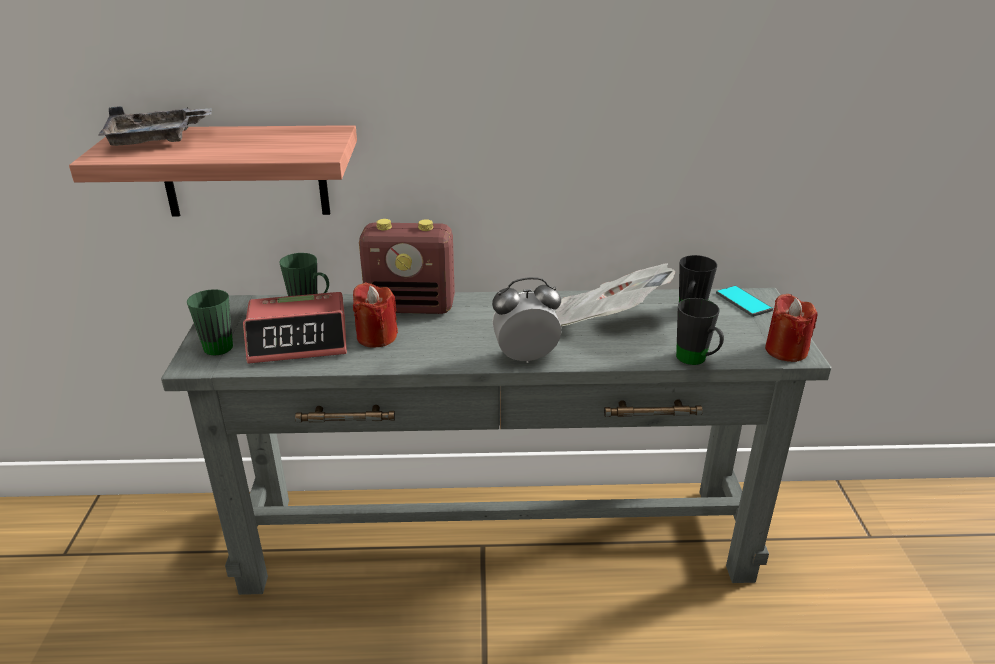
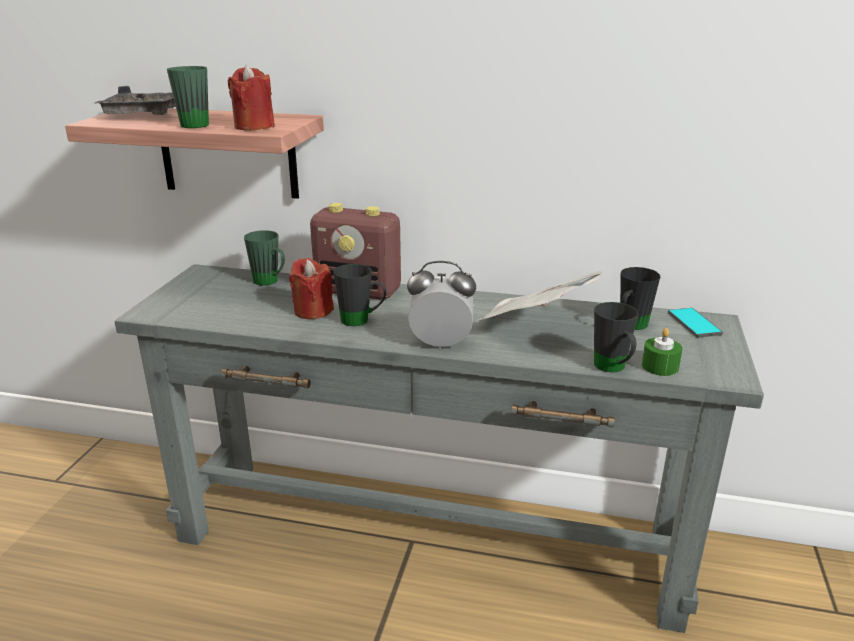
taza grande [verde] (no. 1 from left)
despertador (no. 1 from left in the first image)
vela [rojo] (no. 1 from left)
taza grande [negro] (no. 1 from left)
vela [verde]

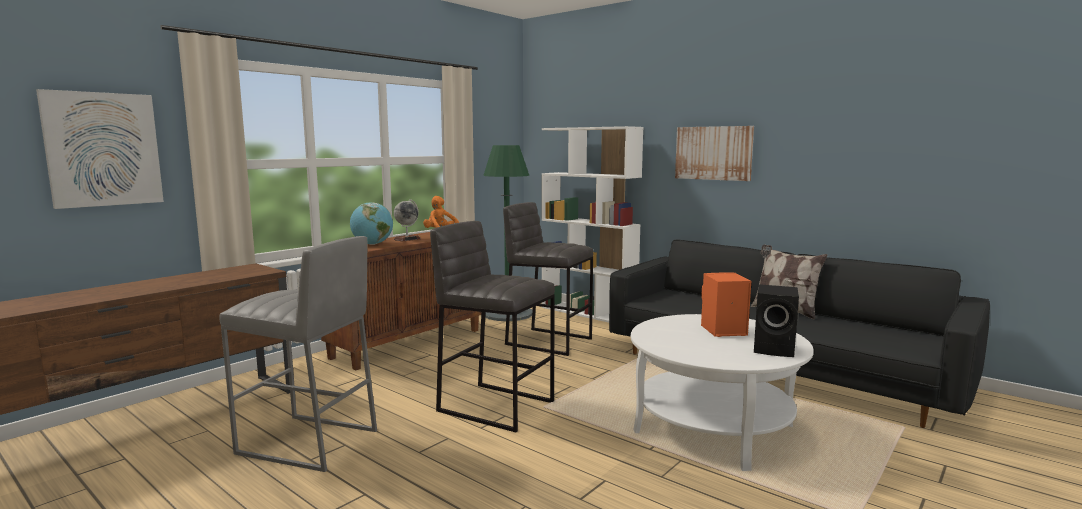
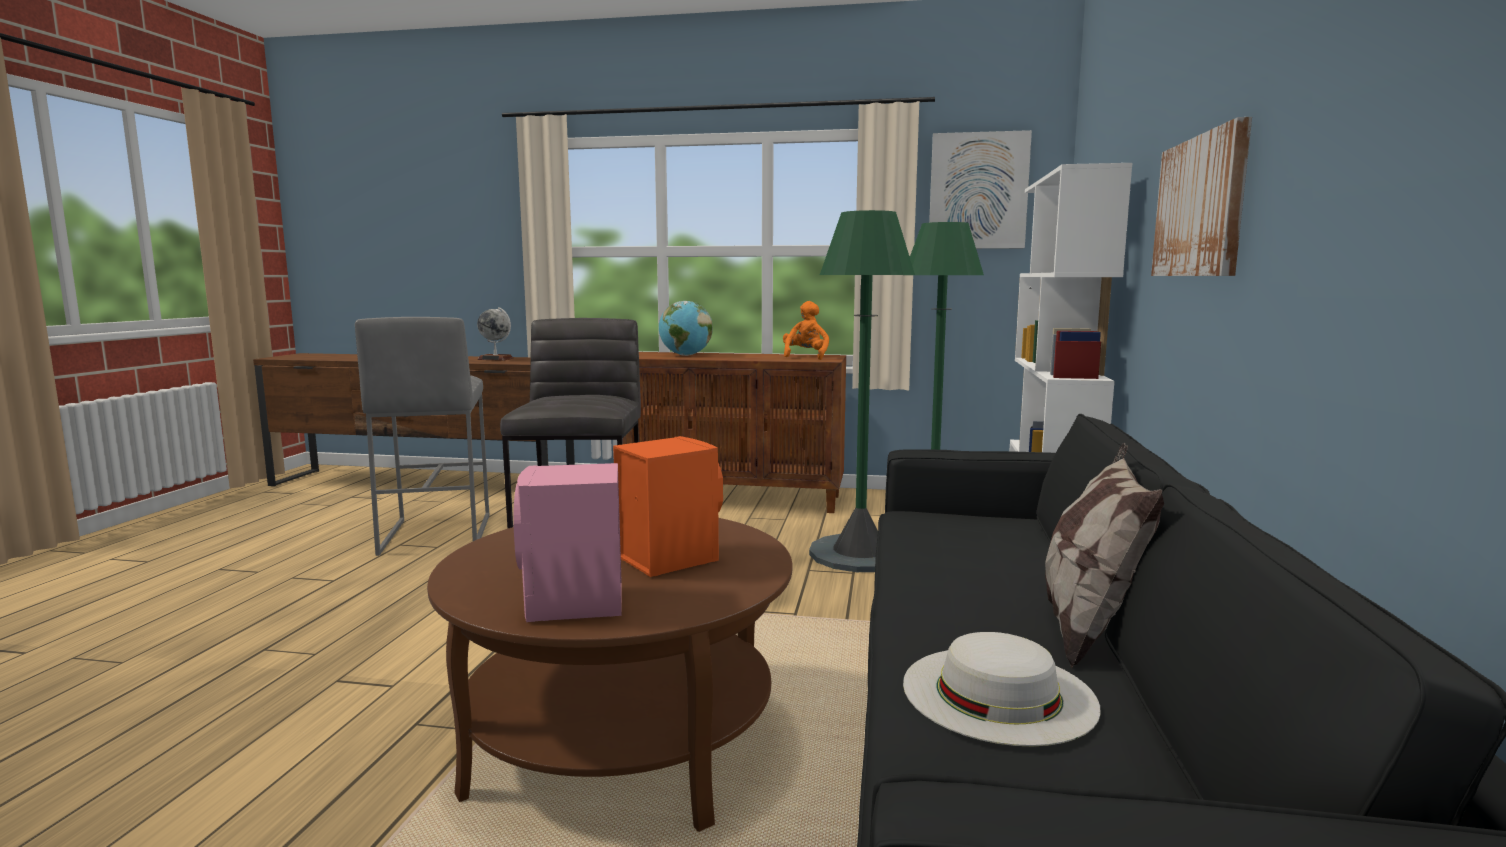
cuadro (no. 1 from left)
globo terráqueo (no. 1 from left)
lámpara de pie [verde] (no. 1 from left)
mesa de centro [marrón]
altavoz [rosa]
sombrero [blanco]

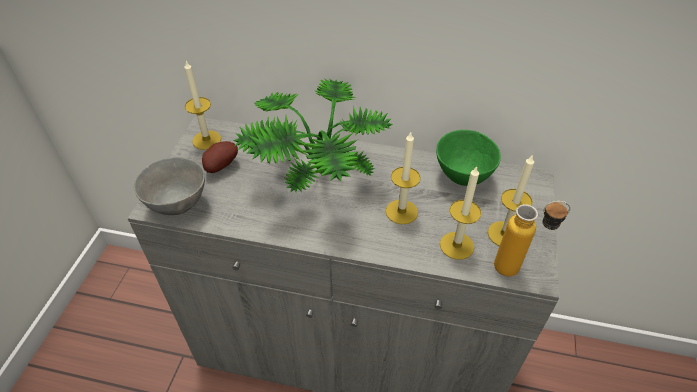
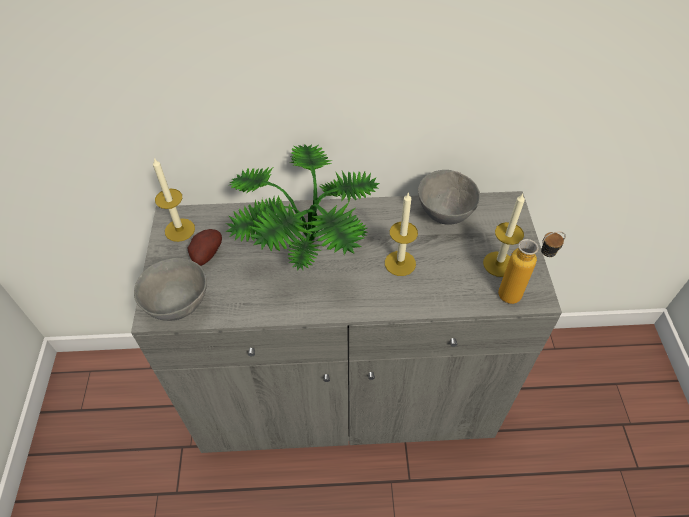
cuenco [gris] (no. 2 from left)
vela (no. 3 from left in the first image)

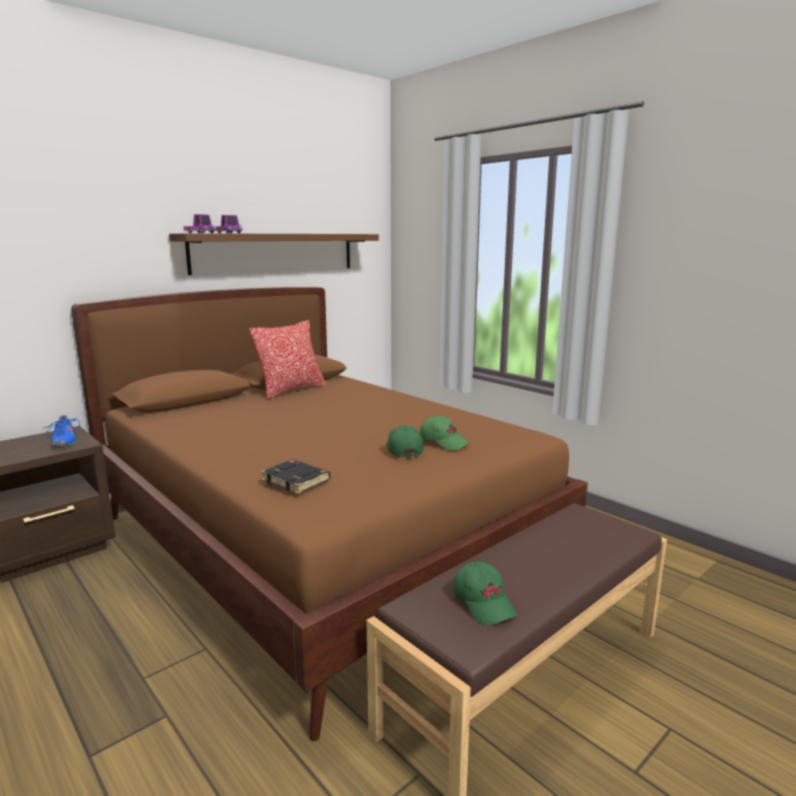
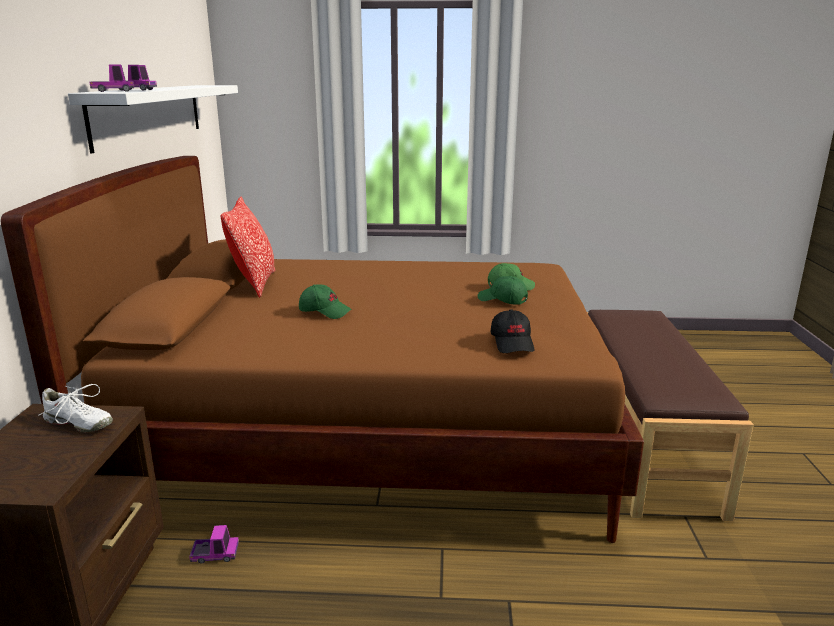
zapato [blanco]
estante [blanco]
gorra [negro]
gorra [verde] (no. 1 from left)
camión de juguete (no. 3 from left)

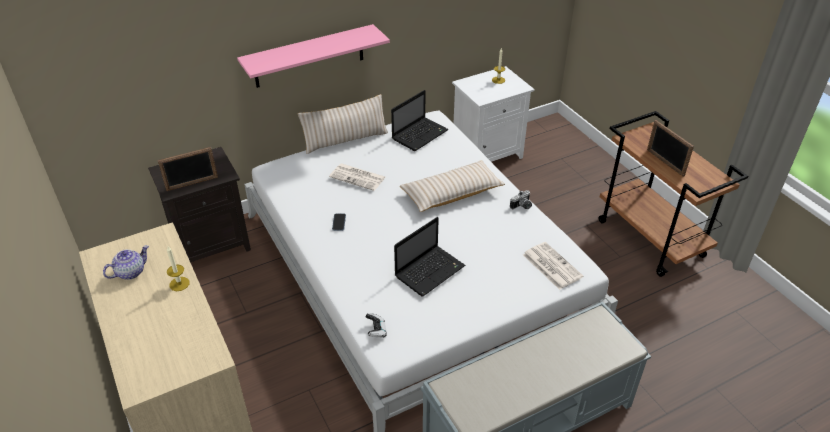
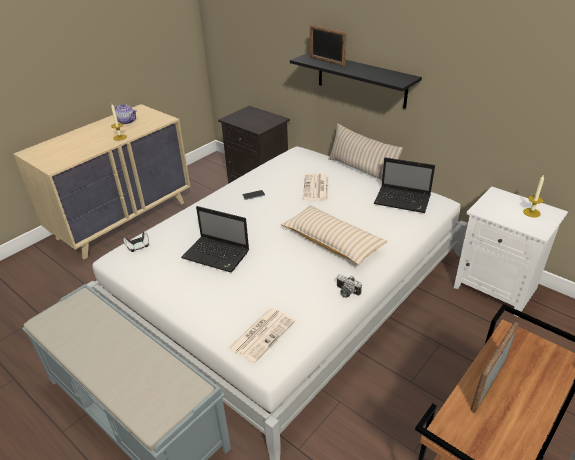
portarretratos (no. 1 from left)
estante [negro]

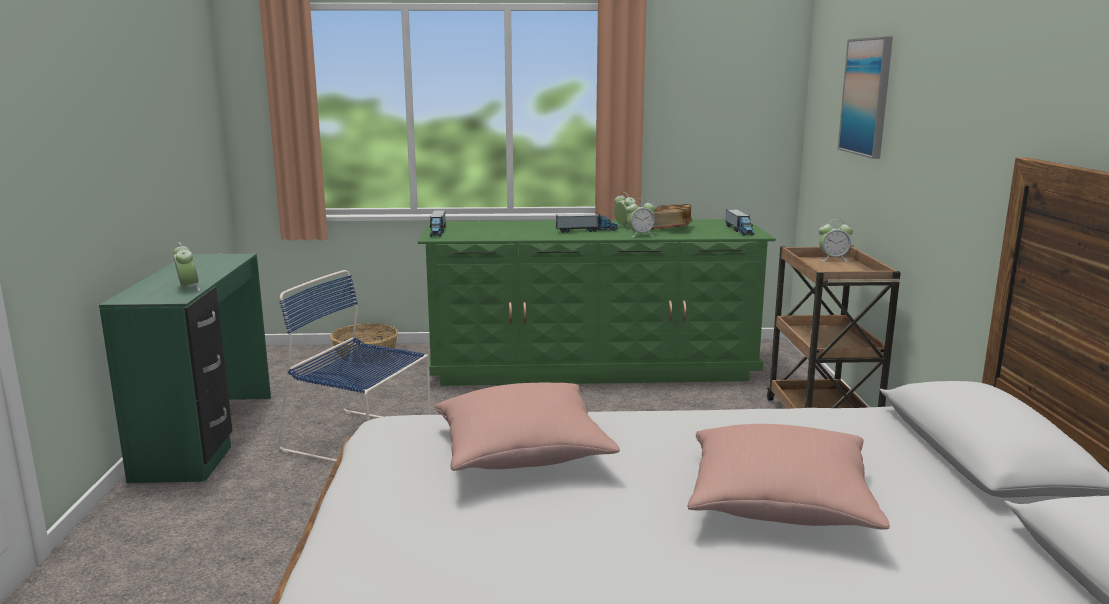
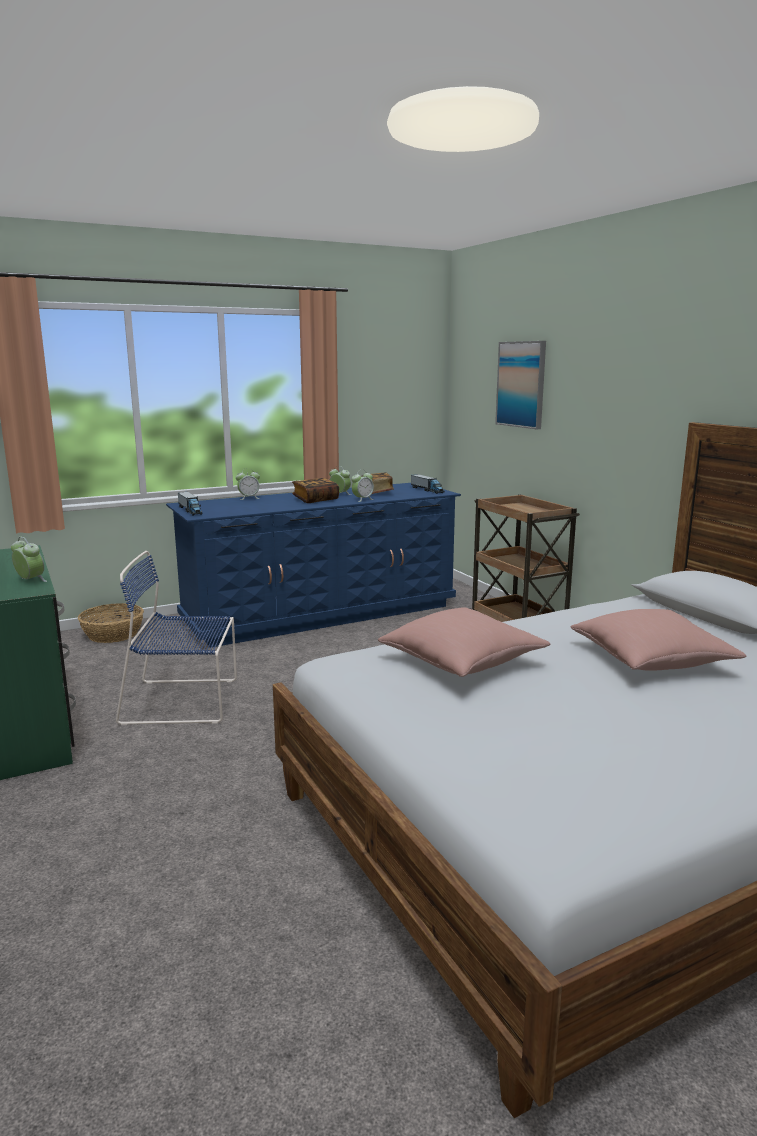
cómoda [azul]
libro (no. 1 from left)
despertador (no. 2 from left)

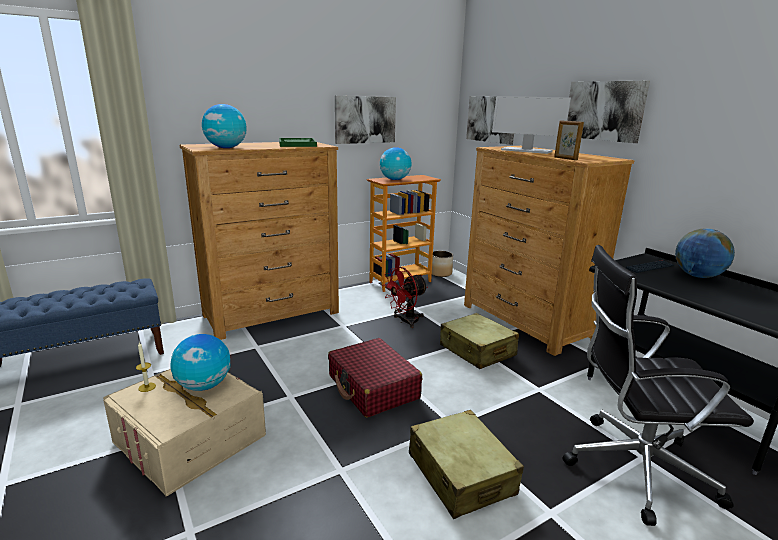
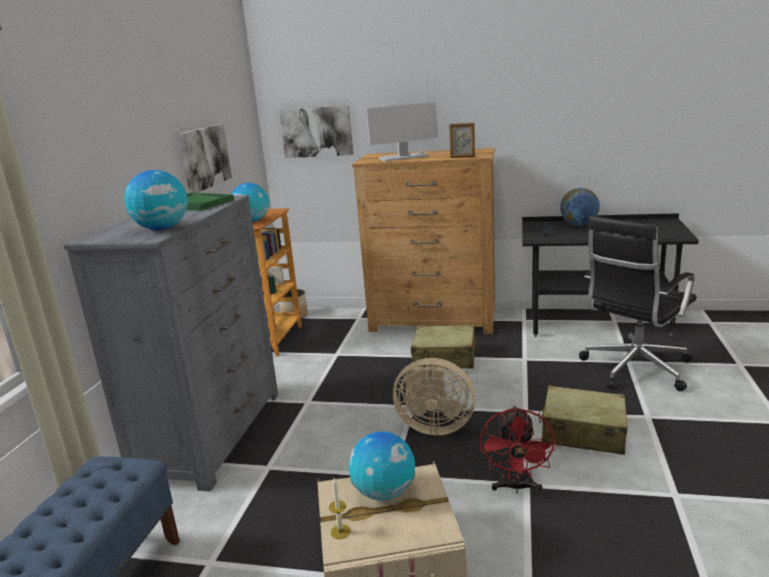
cómoda [gris]
ventilador [beis]
ventilador [rojo]
cuadro (no. 3 from left in the first image)

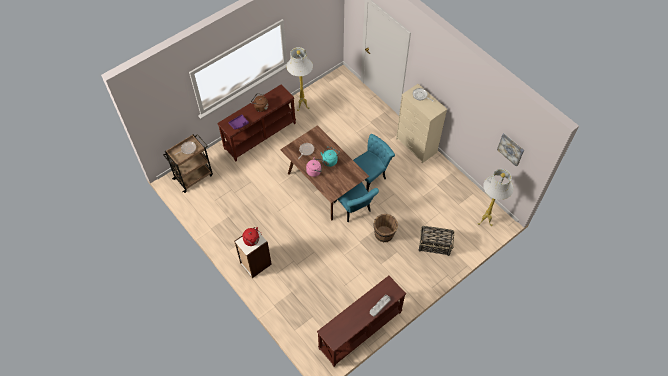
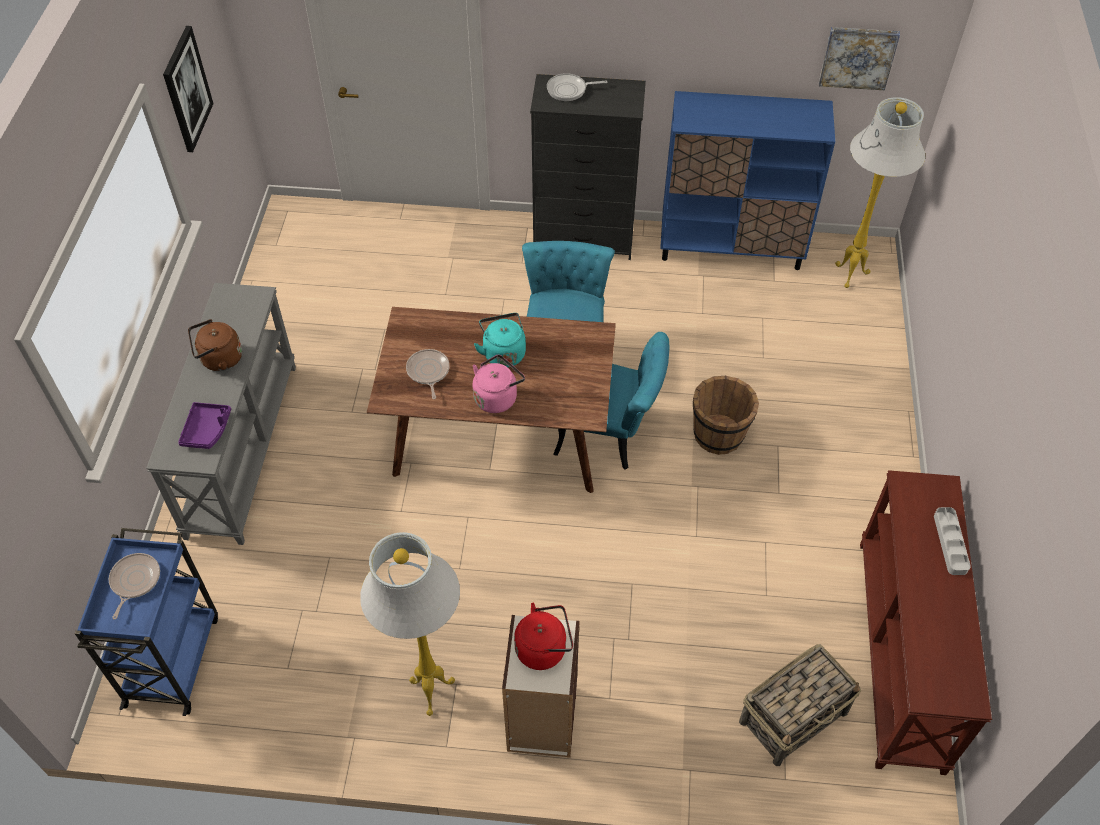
carrito [azul]
mesa consola [gris]
lámpara de pie [blanco] (no. 1 from left)
cómoda [negro]
cesta
cuadro (no. 1 from left)
armario [azul]

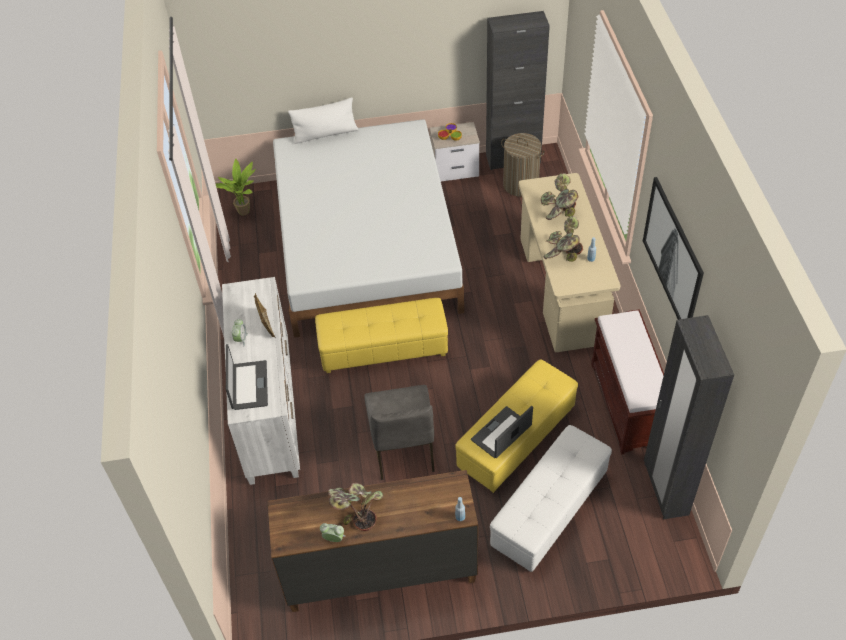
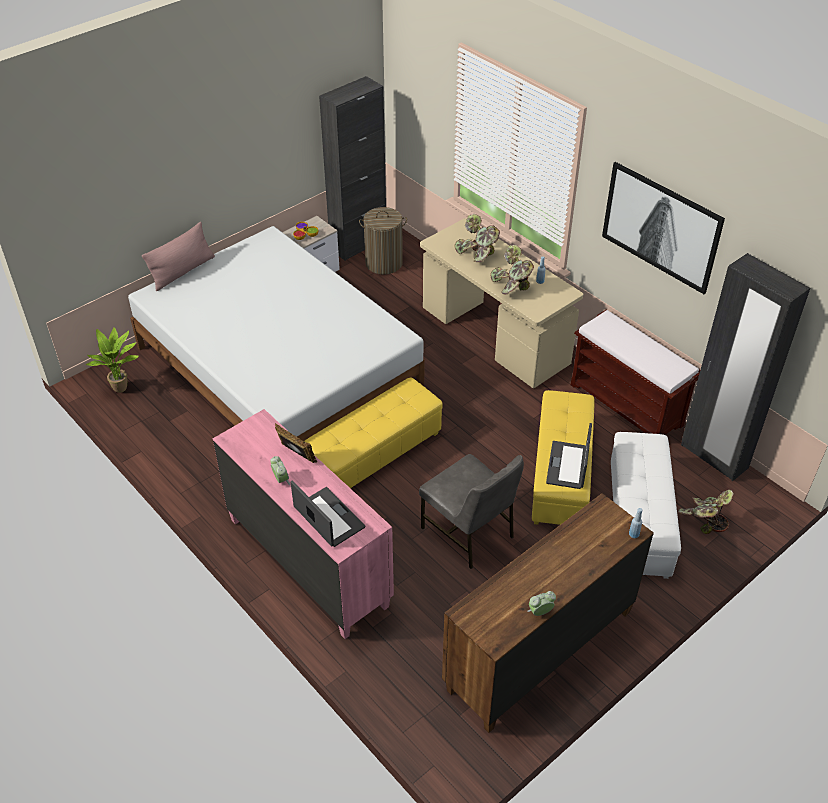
cómoda [rosa]
cojín [rosa]
planta en maceta (no. 4 from left)

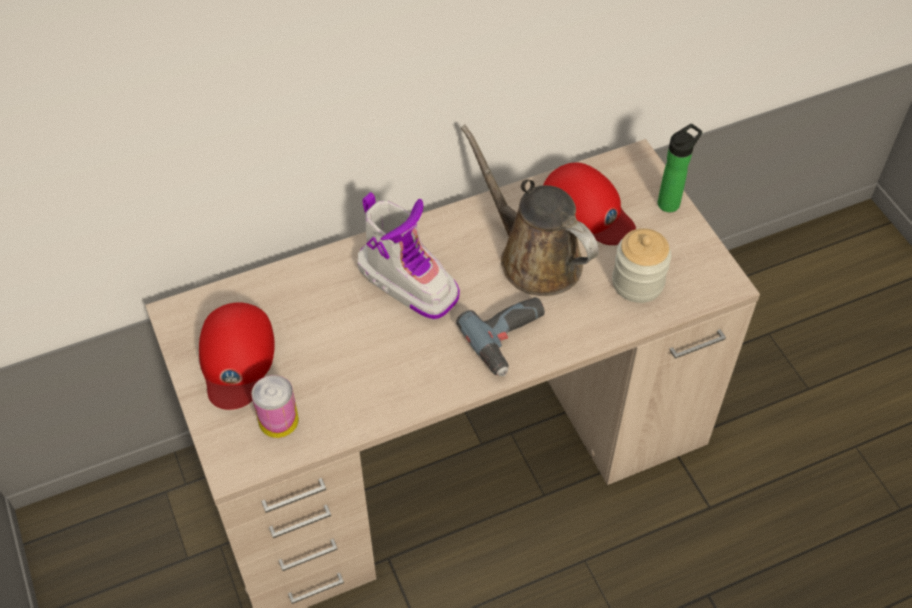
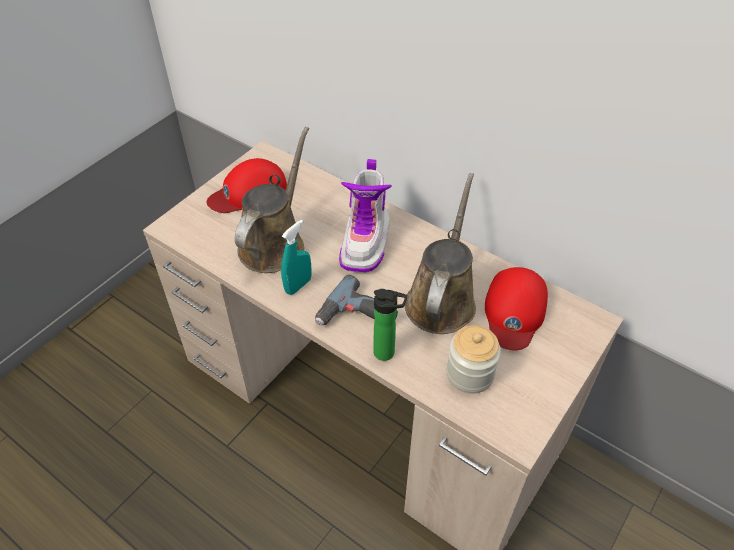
lata
botella
regadera [marrón] (no. 1 from left)
pulverizador [turquesa]

